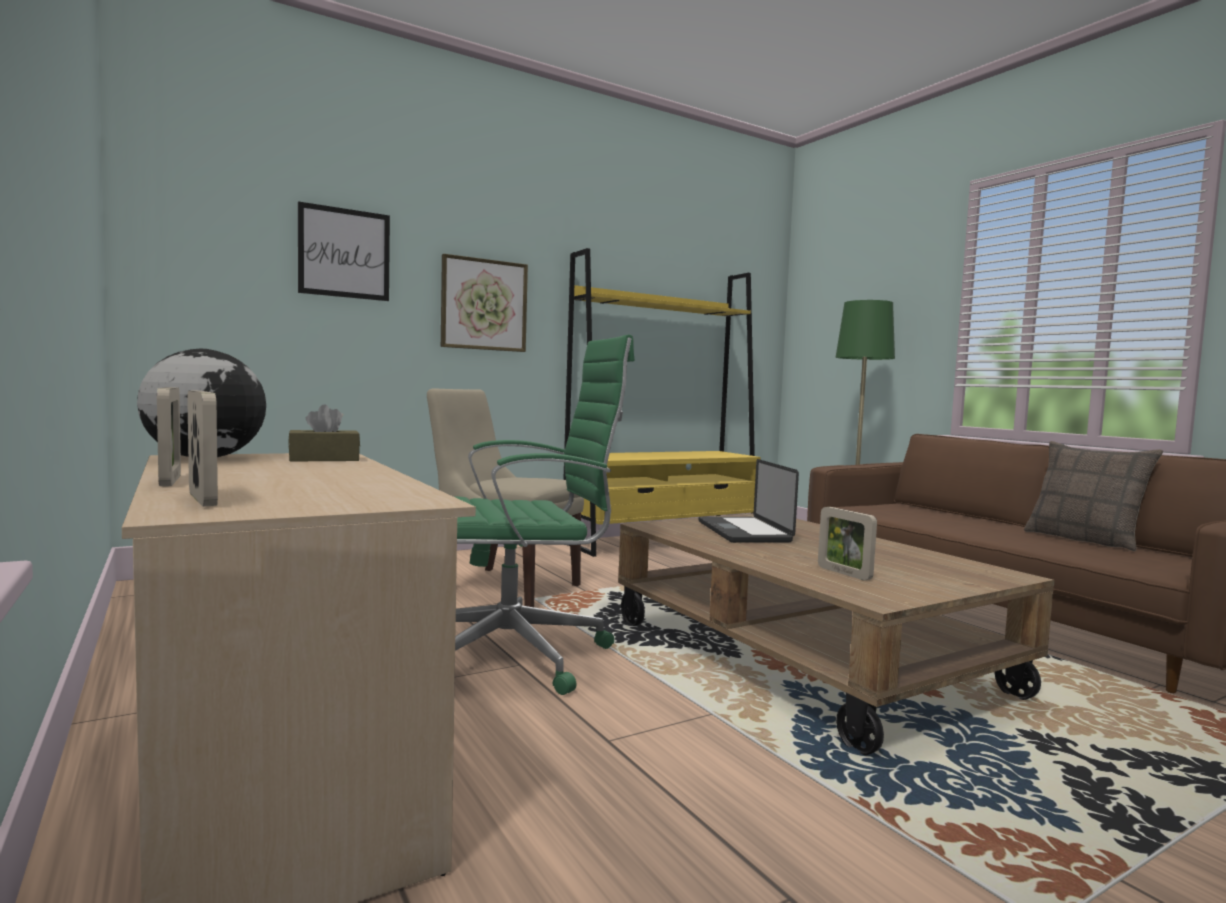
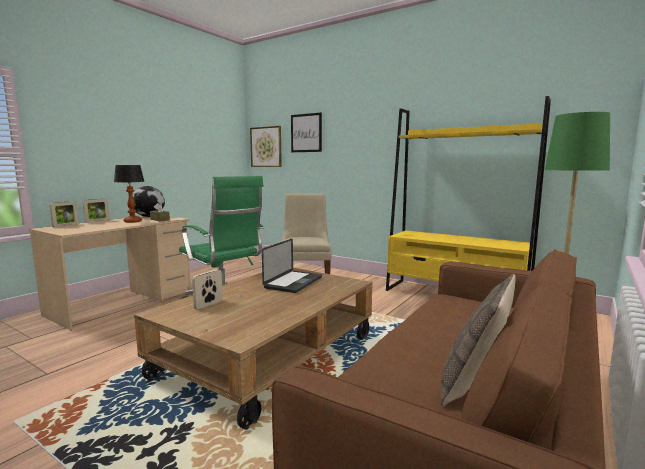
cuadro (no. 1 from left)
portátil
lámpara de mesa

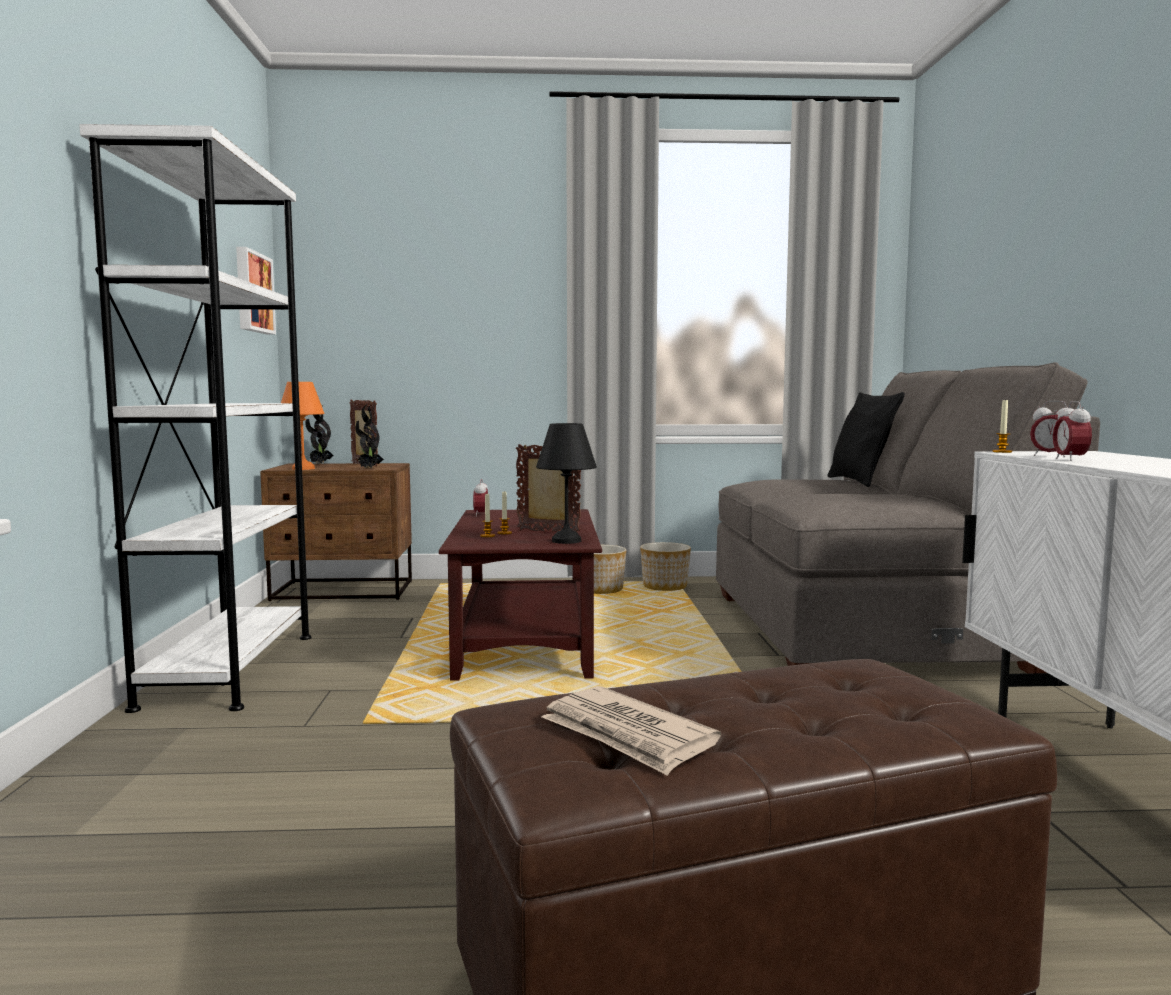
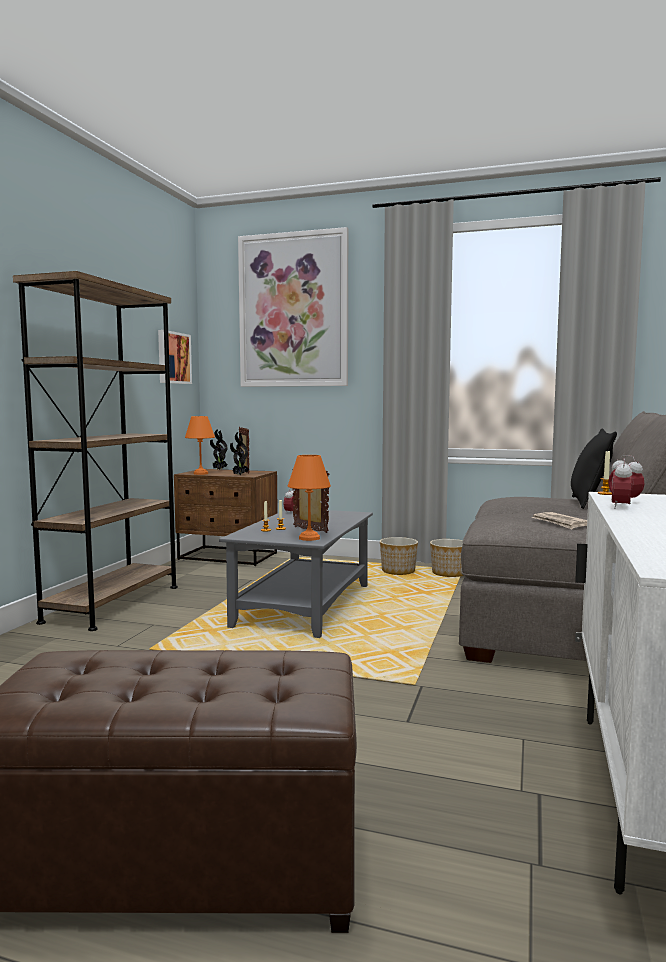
estantería [marrón]
mesa de centro [gris]
lámpara de mesa [naranja] (no. 2 from left)
periódico
cuadro (no. 2 from left)

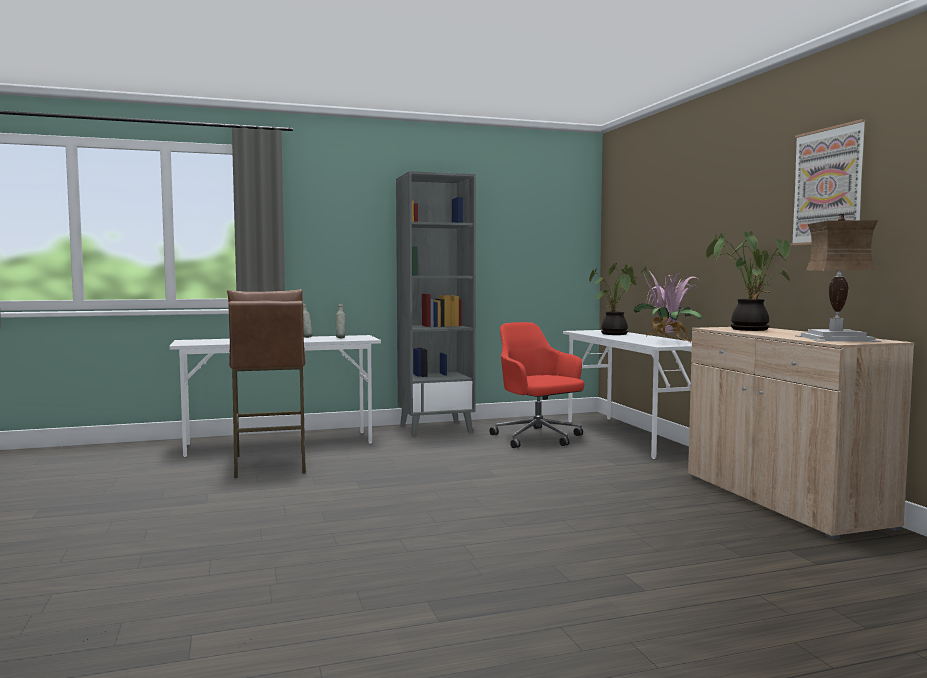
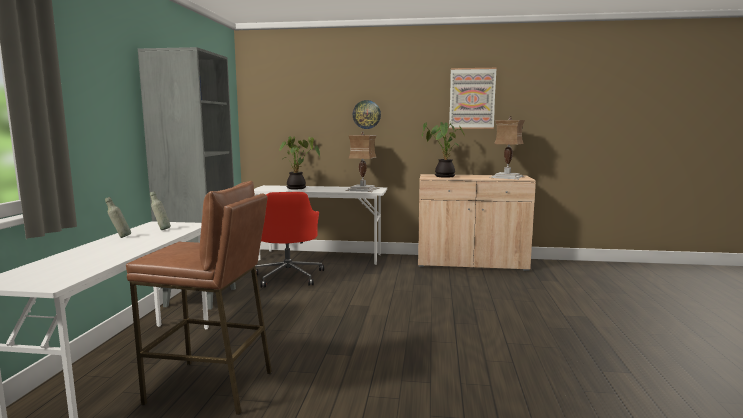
silla de oficina [rojo]
lámpara de mesa (no. 1 from left)
reloj de pared

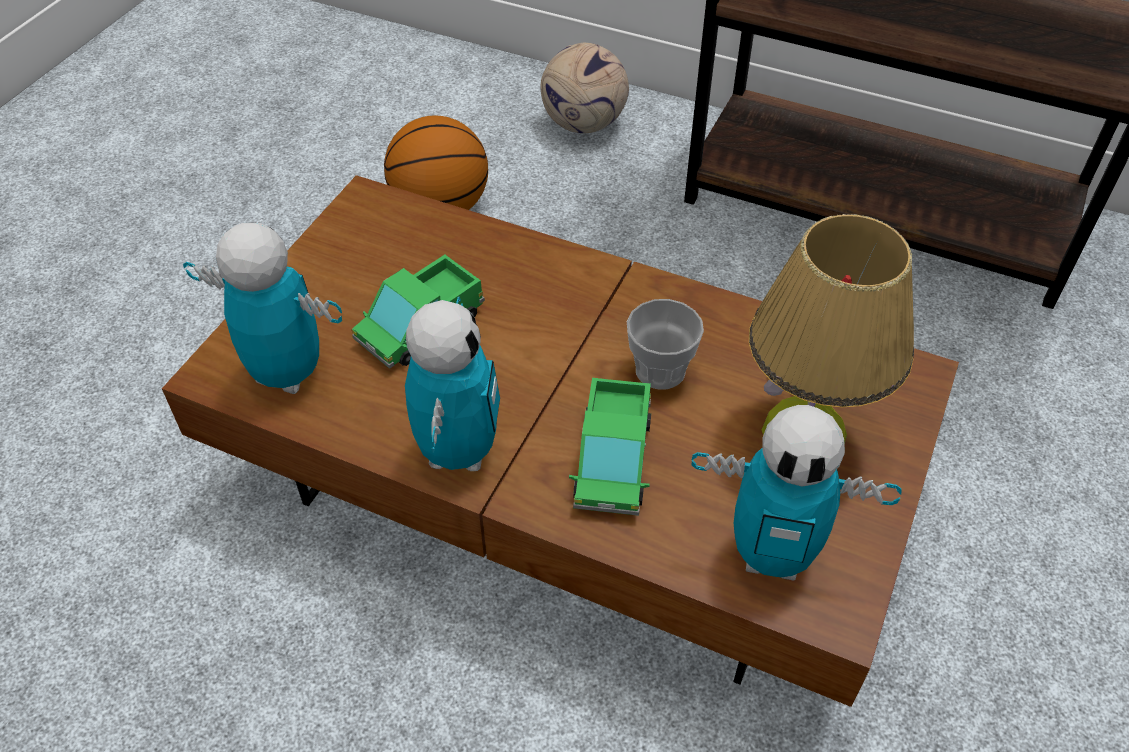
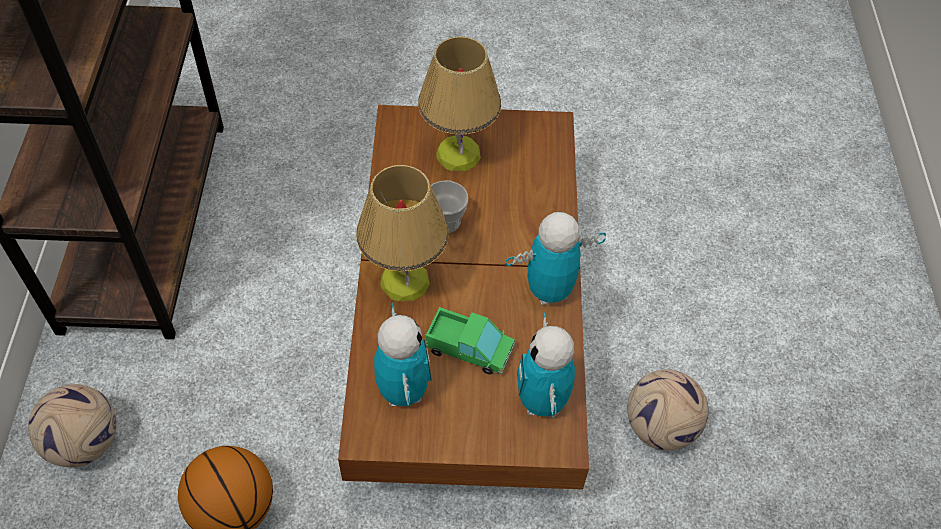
camión de juguete (no. 2 from left in the first image)
robot de juguete (no. 1 from left)
lámpara de mesa (no. 1 from left)
balón de fútbol (no. 2 from left)

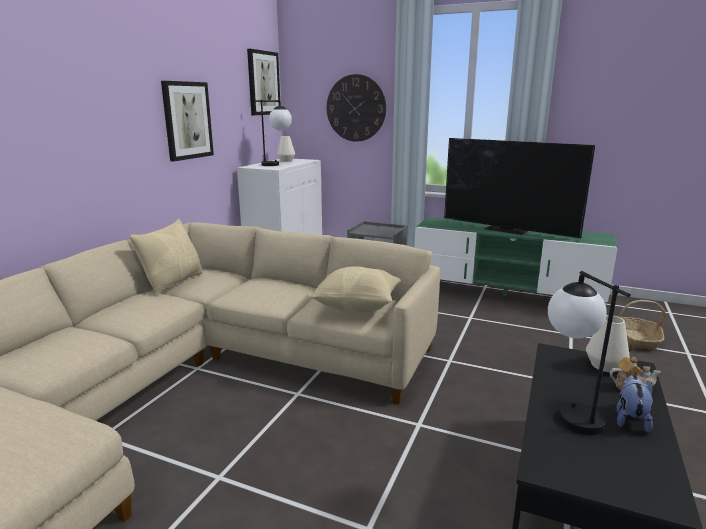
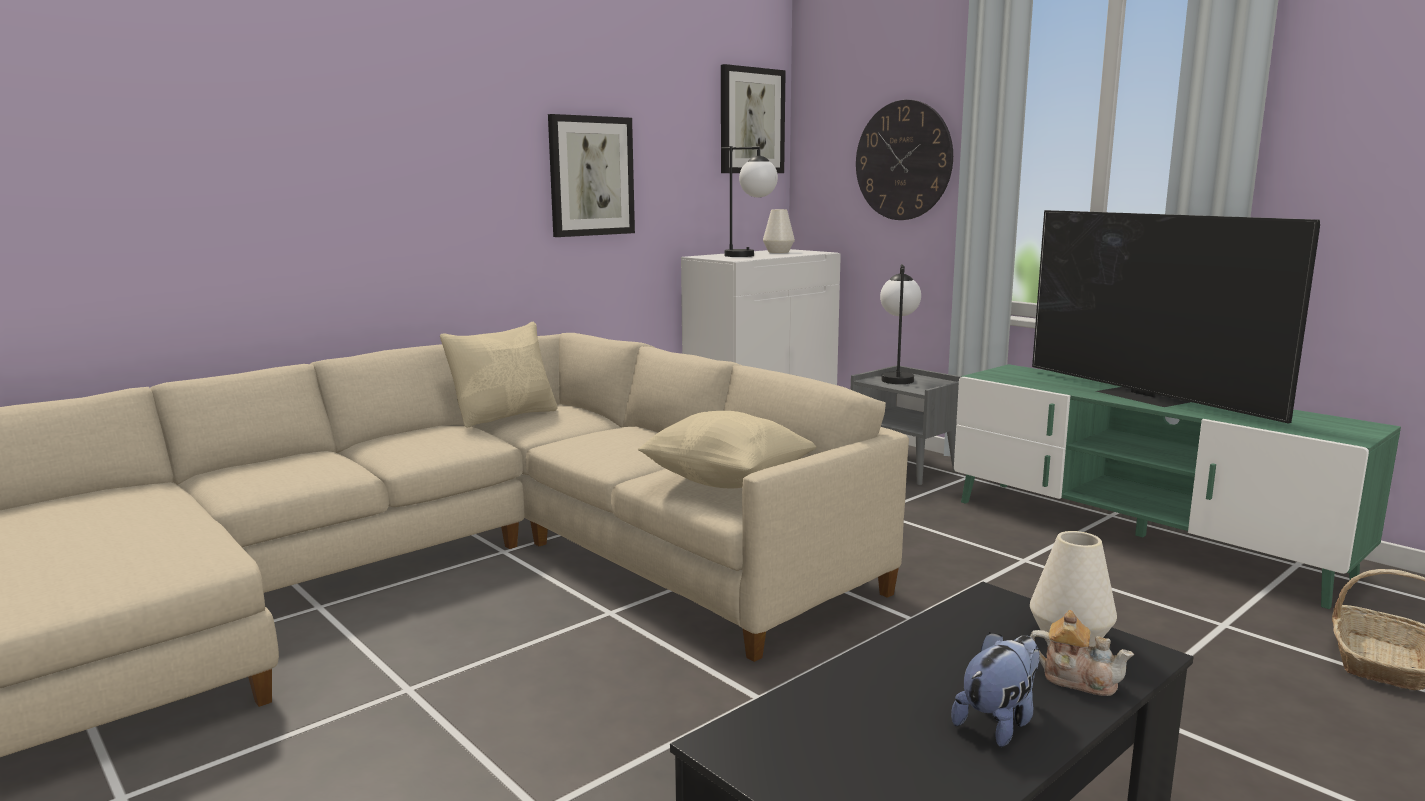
lámpara de mesa (no. 2 from left)

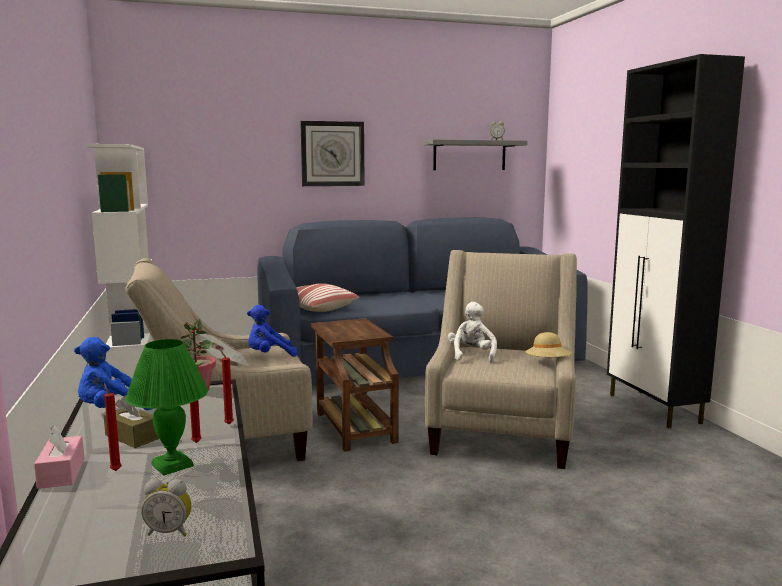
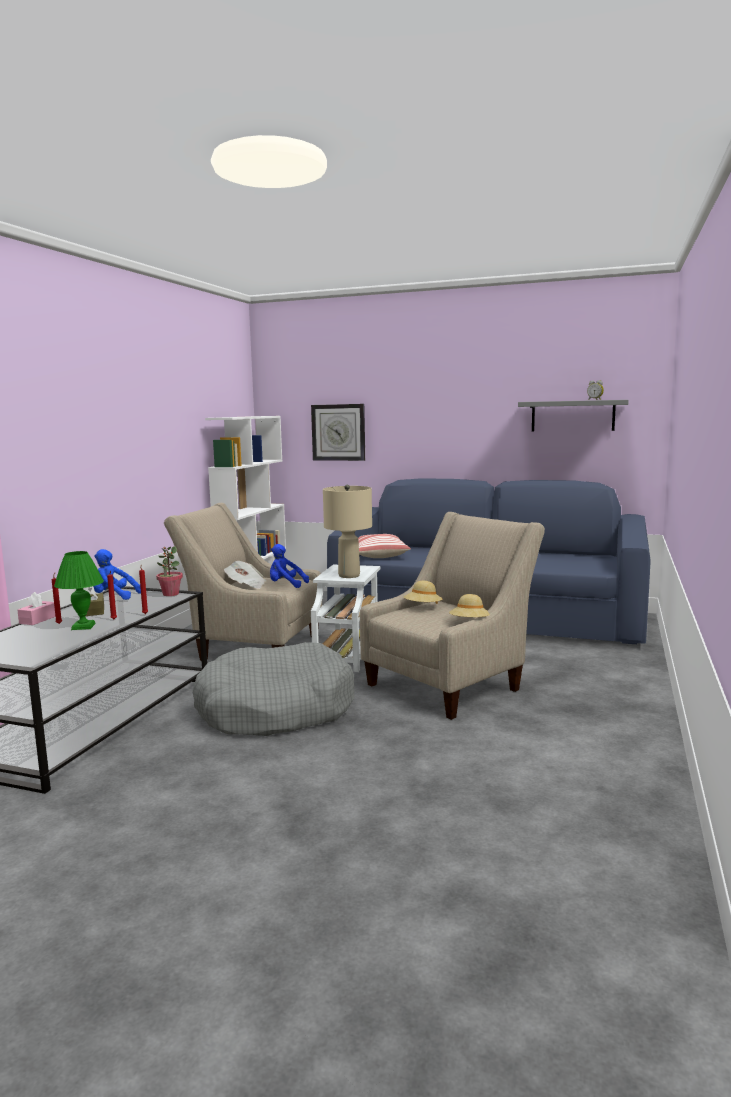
despertador (no. 1 from left in the first image)
reloj de pared
mesa auxiliar [blanco]
sombrero [beis] (no. 1 from left)
armario [negro]
cama para perro [gris]
lámpara de mesa [beis]

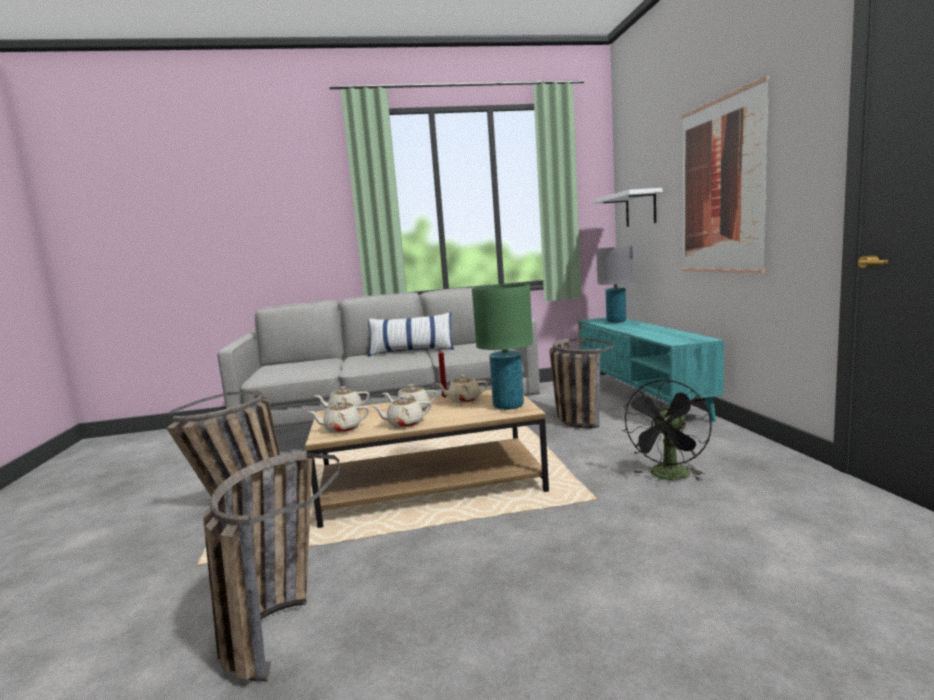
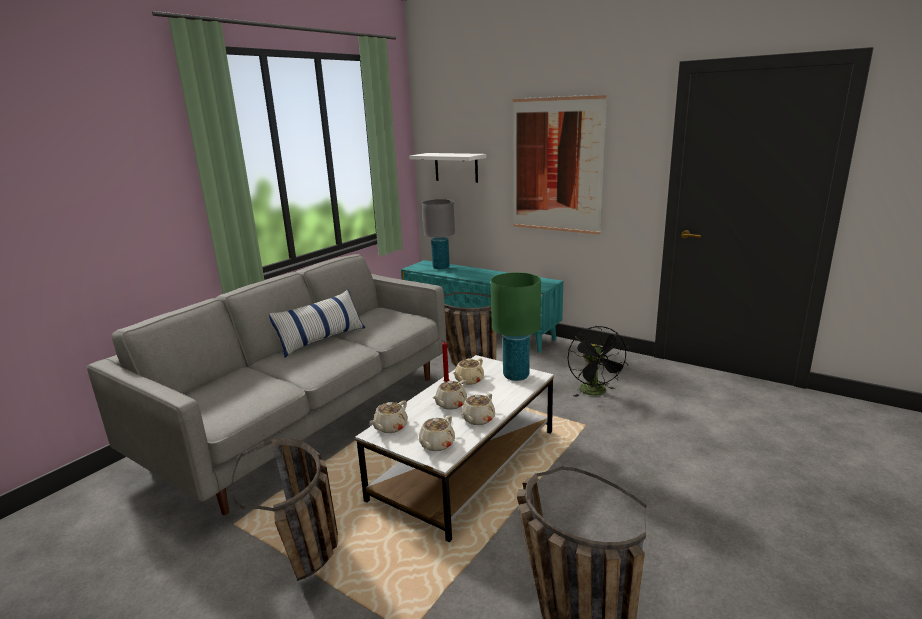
mesa de centro [blanco]

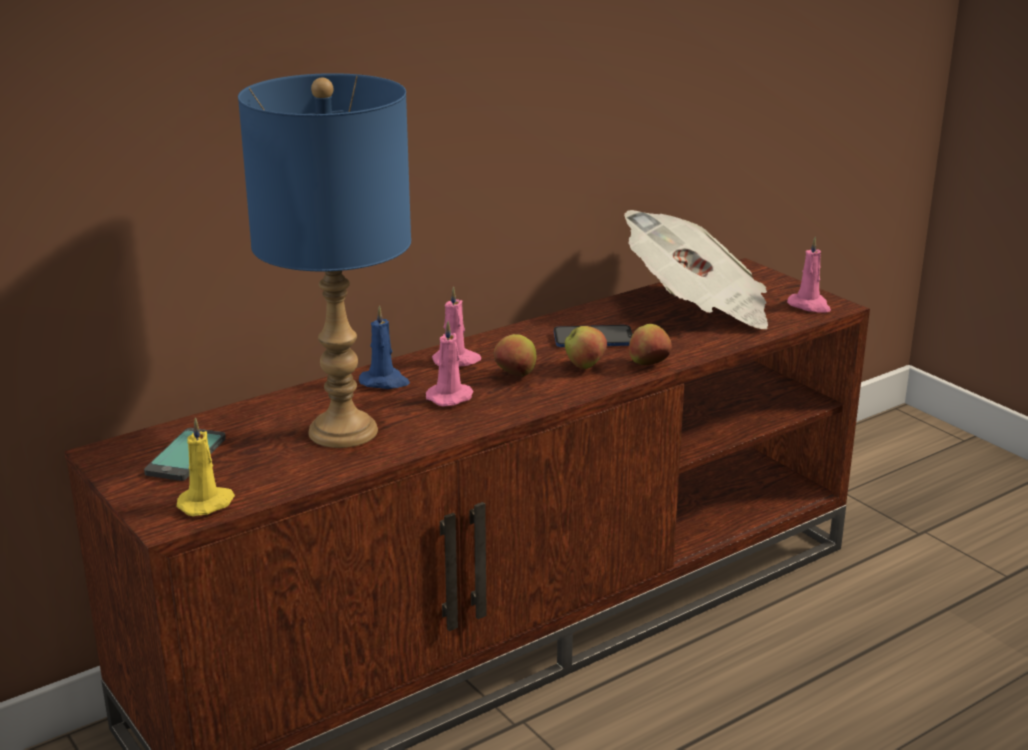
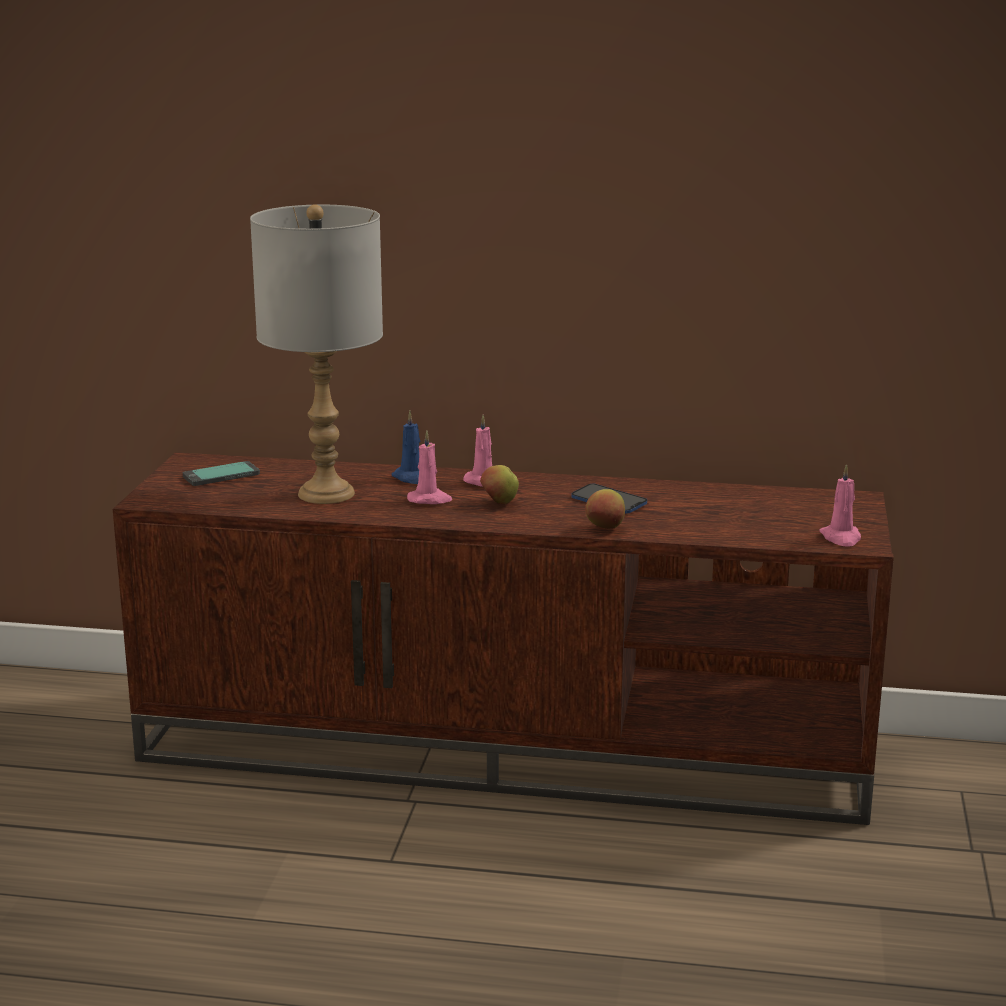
vela [amarillo]
lámpara de mesa [gris]
manzana (no. 2 from left in the first image)
periódico

